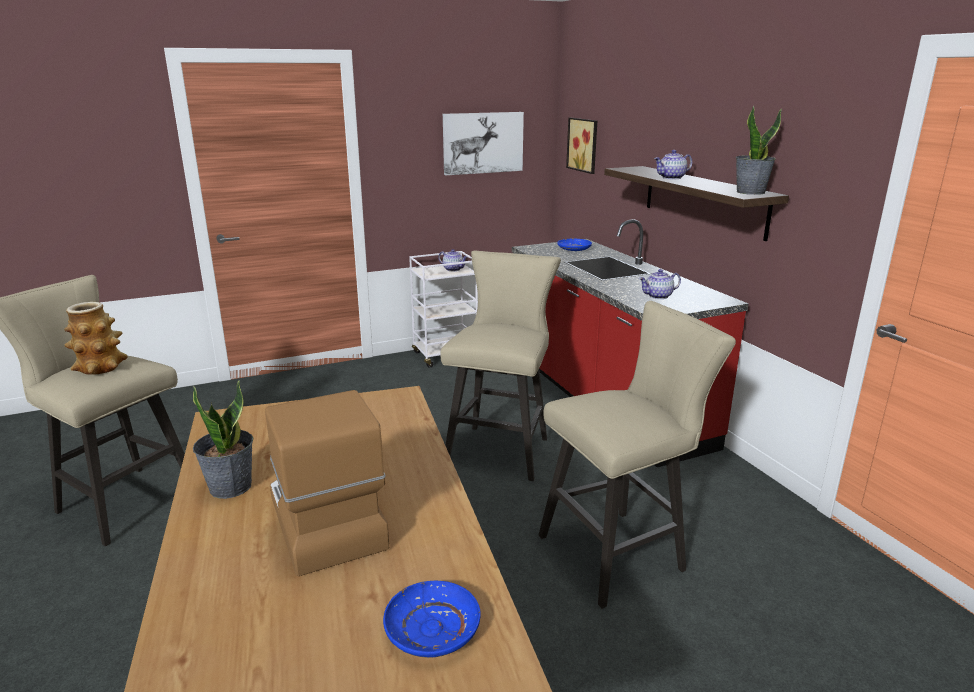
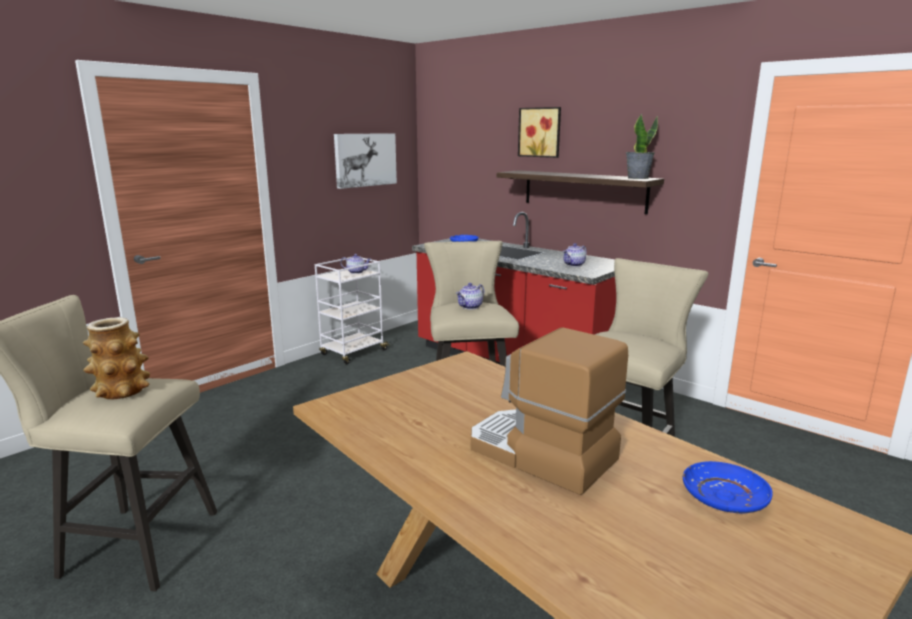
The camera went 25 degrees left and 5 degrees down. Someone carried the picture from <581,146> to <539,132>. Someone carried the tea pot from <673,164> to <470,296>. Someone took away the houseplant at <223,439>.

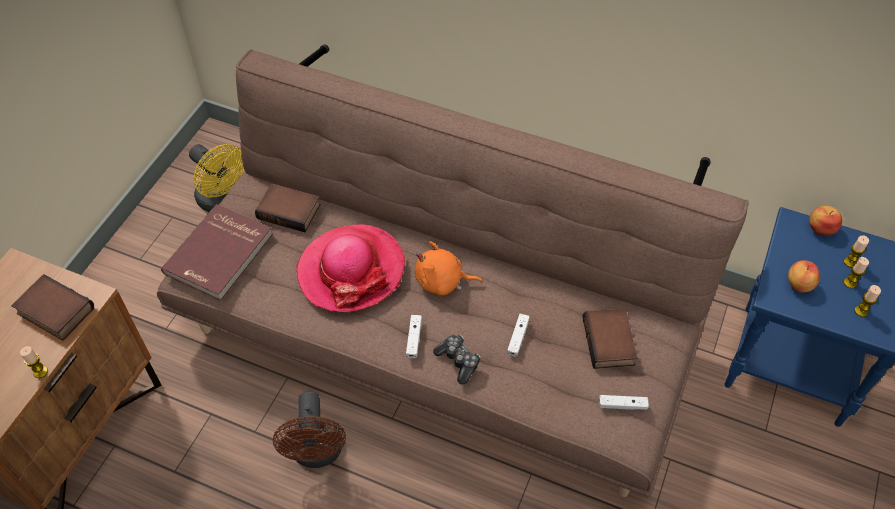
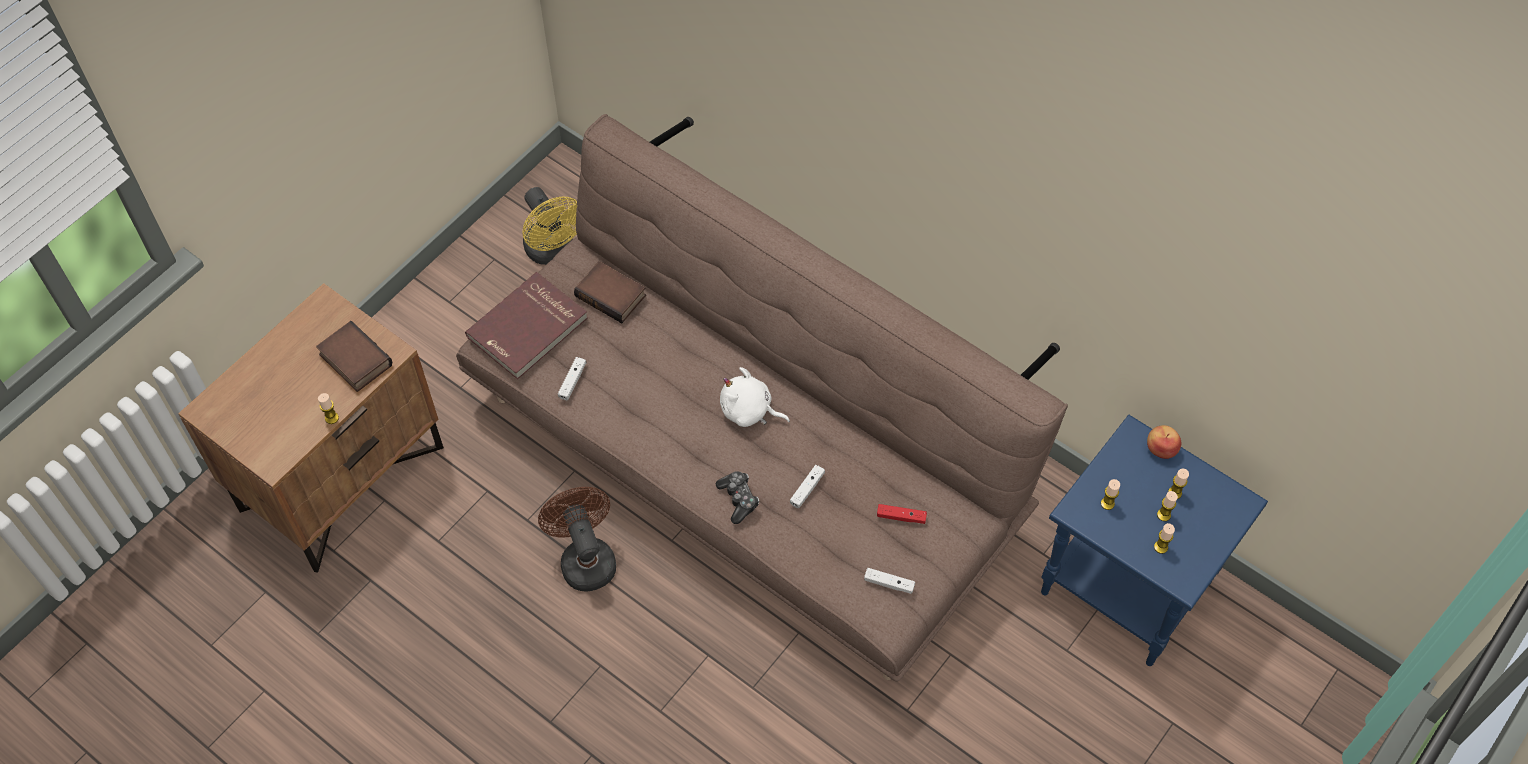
The camera went 15 degrees right and 5 degrees up. Someone took away the wearable hat at <350,268>. Someone repainted the cuddly toy (orangey) at <449,268>, which became the cuddly toy (white) at <755,397>. Someone swapped the apple fruit at <804,276> for the candle at <1110,494>. Someone swapped the book at <609,338> for the joypad (reddish) at <902,514>. Someone carried the joypad (white) from <414,336> to <572,378>. Someone rotated the electric fan (brown) at <309,429> by 150 degrees clockwise.

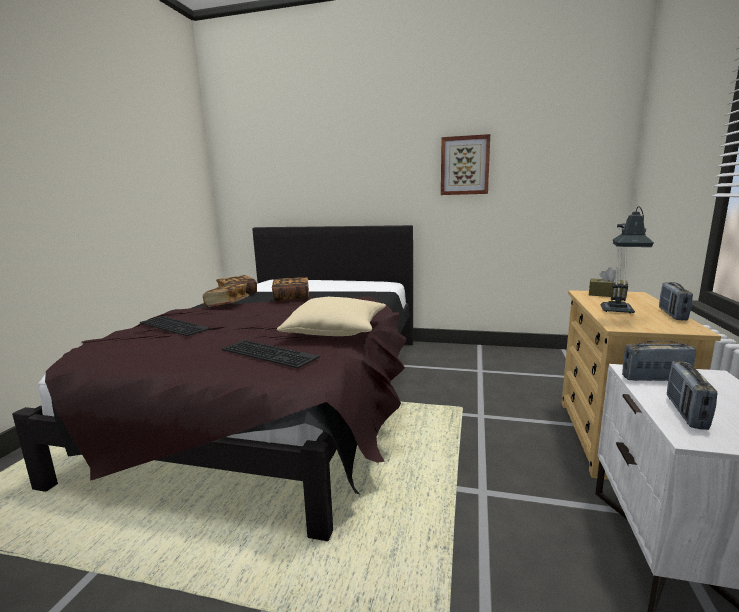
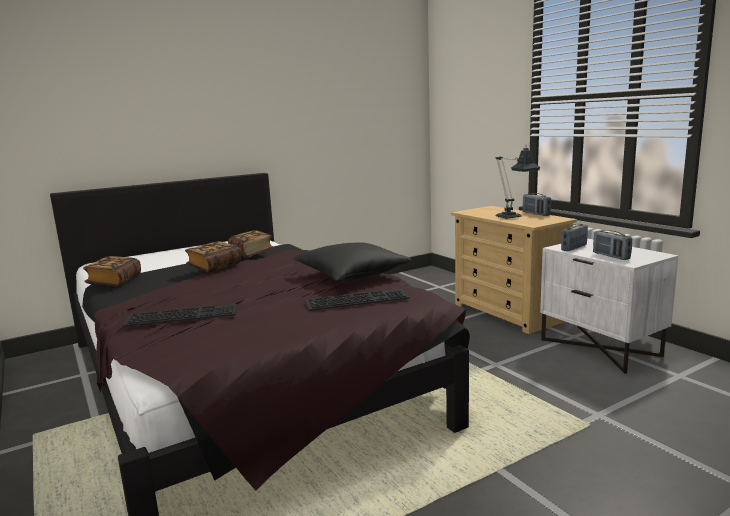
The camera went 45 degrees left and 0 degrees up. Someone took away the picture at <465,164>. Someone took away the tissue box (brown) at <608,282>. Someone carried the book from <226,295> to <251,244>. Someone repainted the pillow (beige-coloured) at <331,316>, which became the pillow (black) at <352,262>.

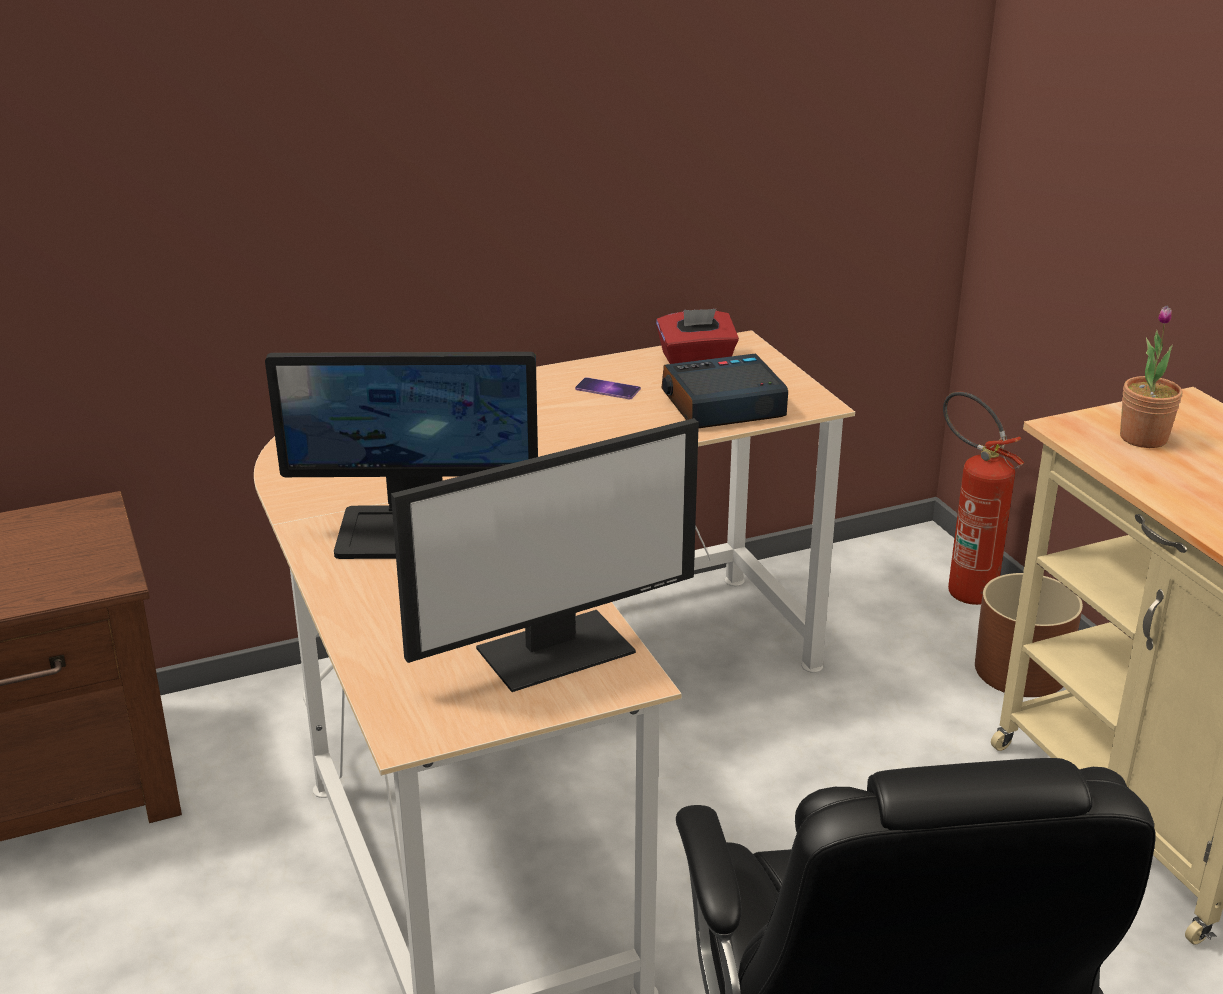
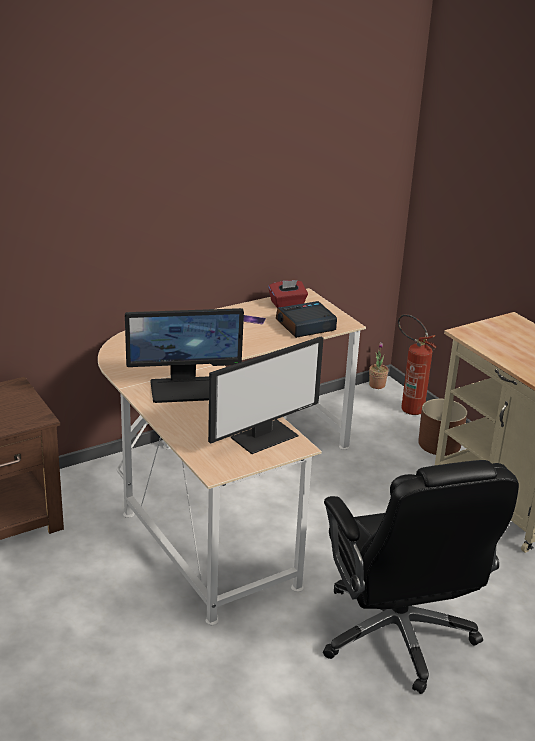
The camera went 10 degrees left and 0 degrees up. Someone carried the houseplant from <1151,377> to <379,365>.

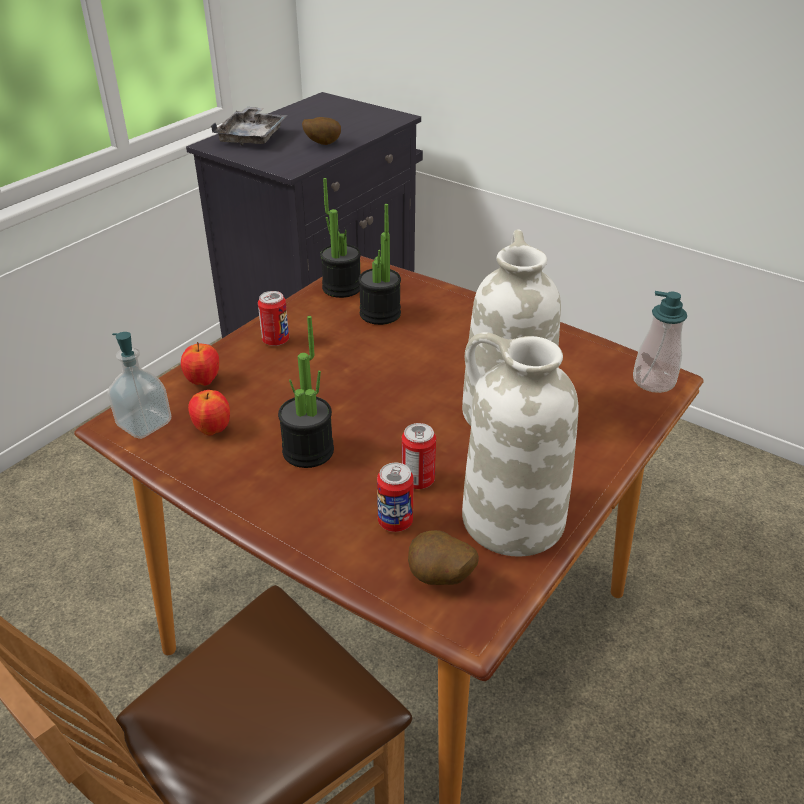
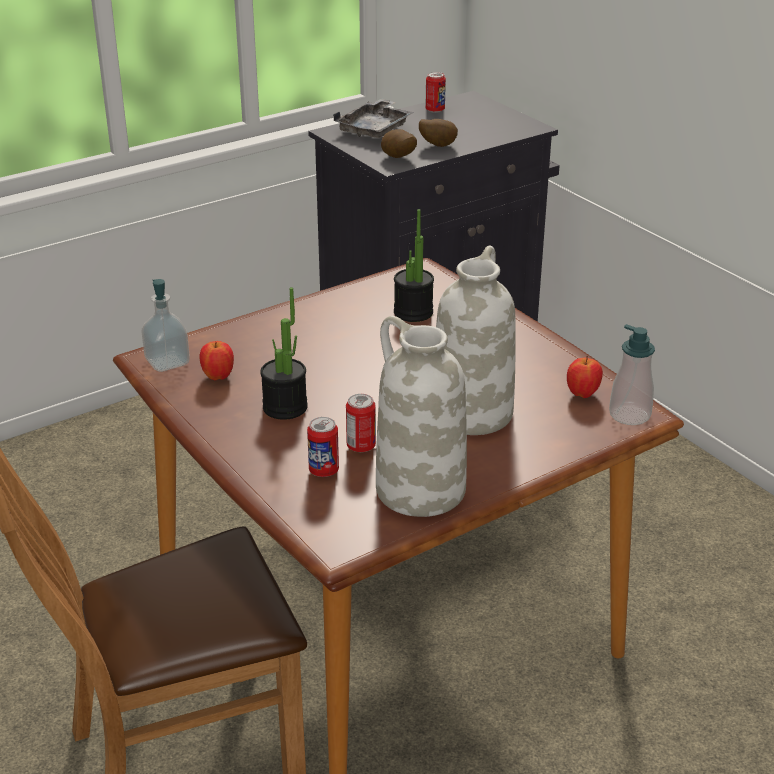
The camera went 20 degrees right and 5 degrees down. Someone took away the houseplant at <340,238>. Someone carried the sealed can from <273,318> to <435,92>. Someone carried the apple fruit from <200,364> to <585,377>. Someone carried the spud from <443,557> to <399,143>.

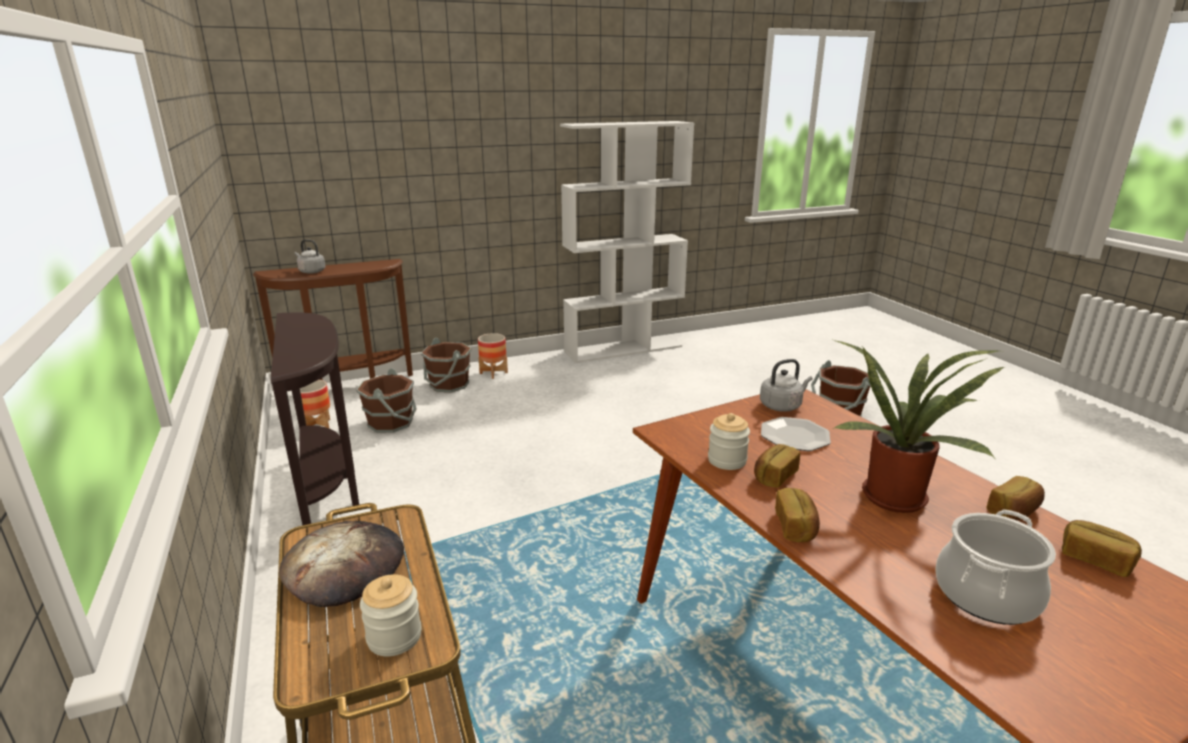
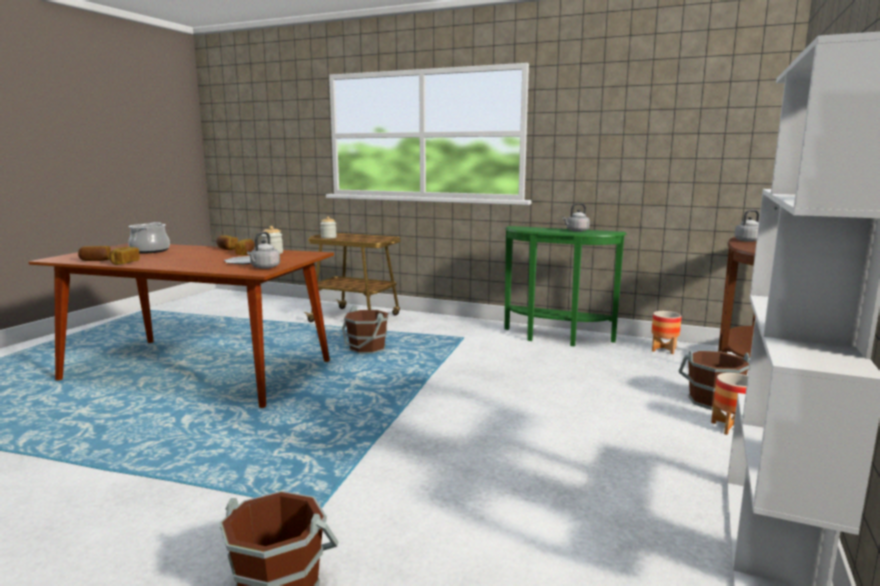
The camera went 135 degrees right and 10 degrees down. Someone repainted the narrow table (brown) at <315,418>, which became the narrow table (green-coloured) at <566,286>. Someone took away the houseplant at <918,426>. Someone carried the bucket (brown) from <386,400> to <365,329>. Someone took away the bakery bread at <341,564>. Someone put down the tea kettle (greyish) at <576,217>.

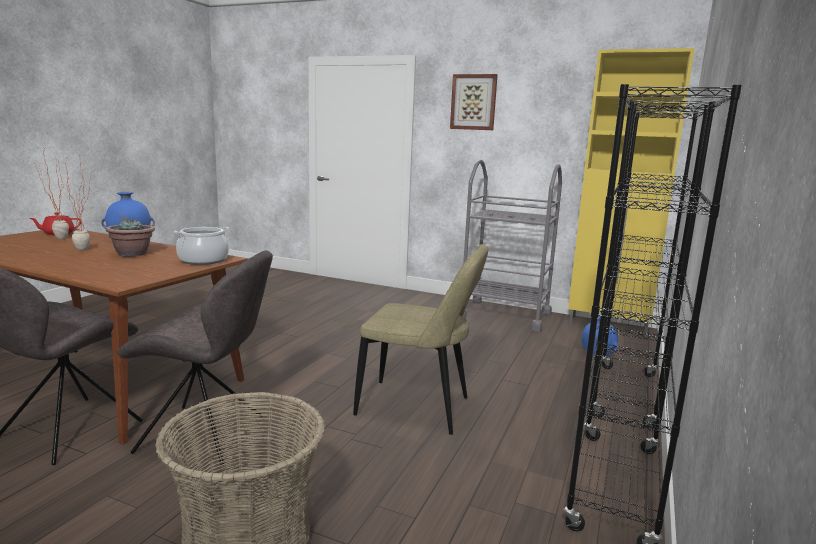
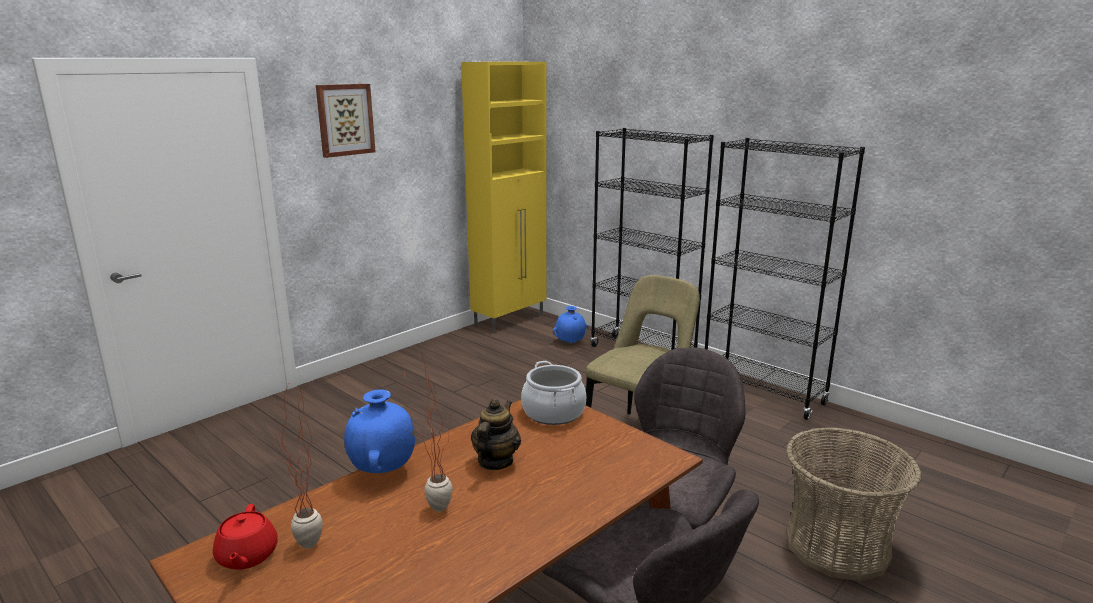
The camera went 70 degrees left and 5 degrees up. Someone took away the trolley (greyish) at <512,245>. Someone swapped the houseplant at <130,237> for the tea pot at <496,434>.

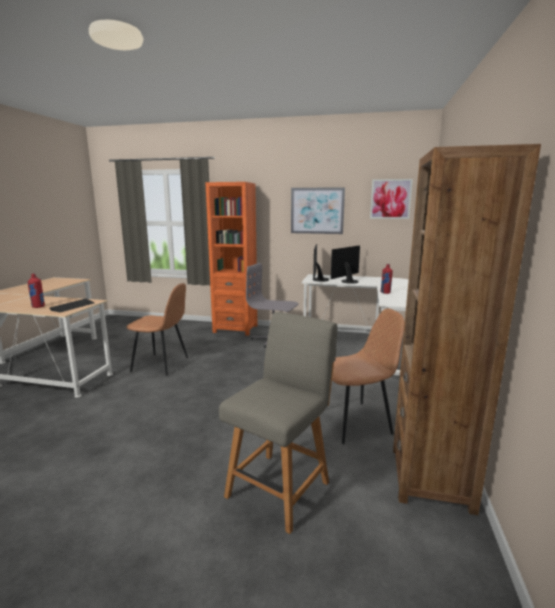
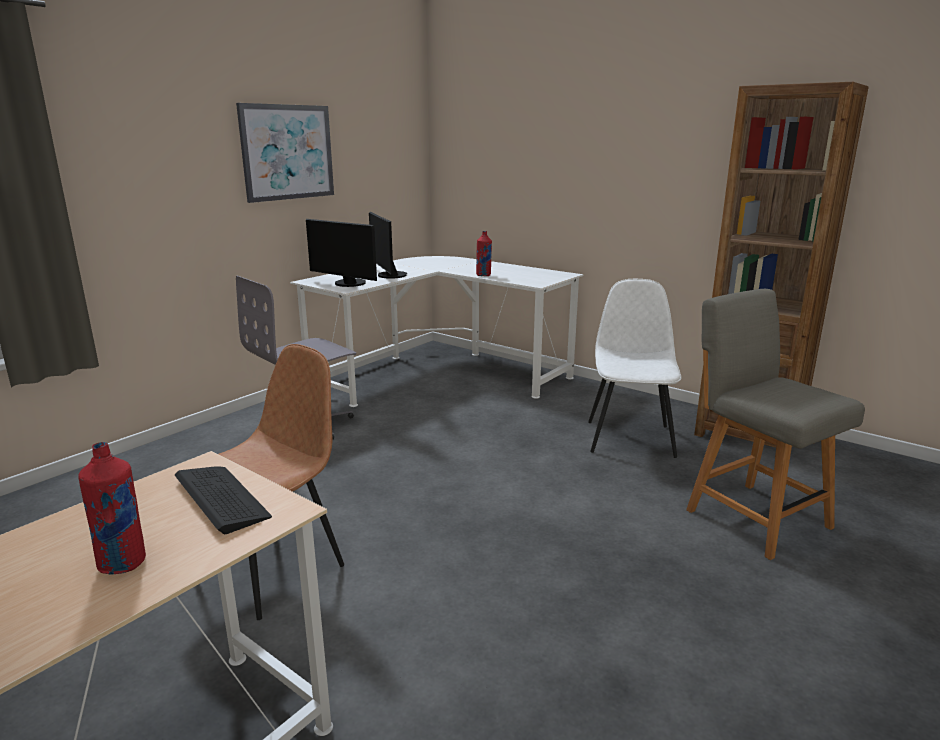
The camera went 65 degrees left and 5 degrees up. Someone took away the picture at <391,199>. Someone took away the bookshelf (orangey) at <231,259>. Someone repainted the plain chair (brown) at <368,376>, which became the plain chair (white) at <634,368>.

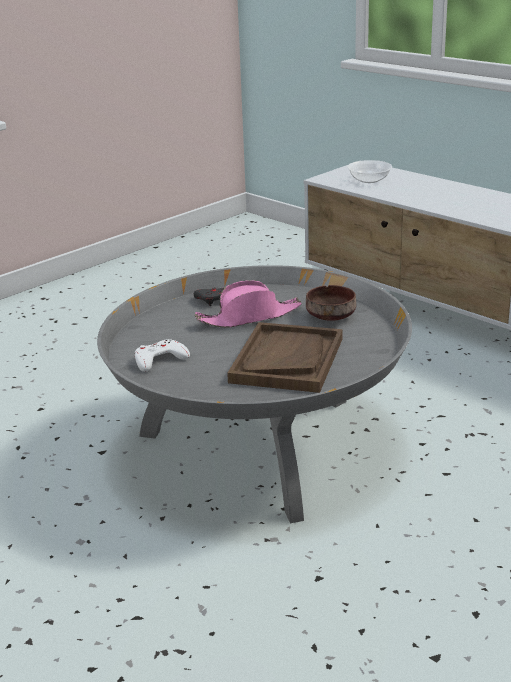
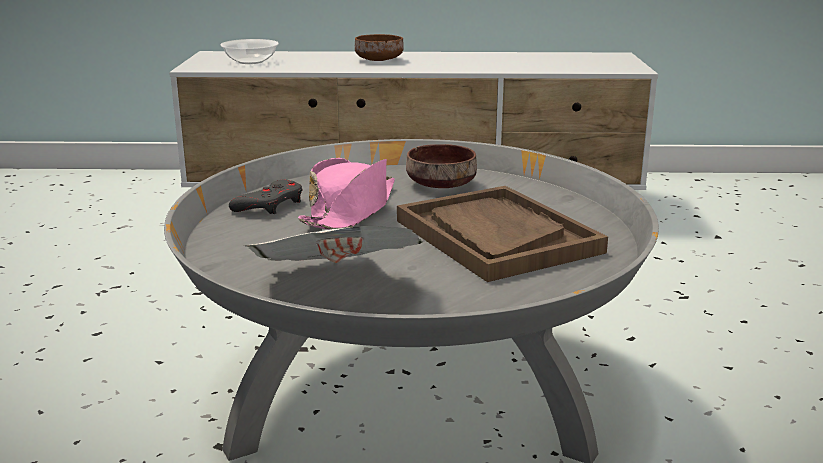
The camera went 45 degrees left and 5 degrees down. Someone swapped the joypad (white) at <162,355> for the printed paper at <333,244>. Someone put down the deep dish (brown) at <379,47>.

